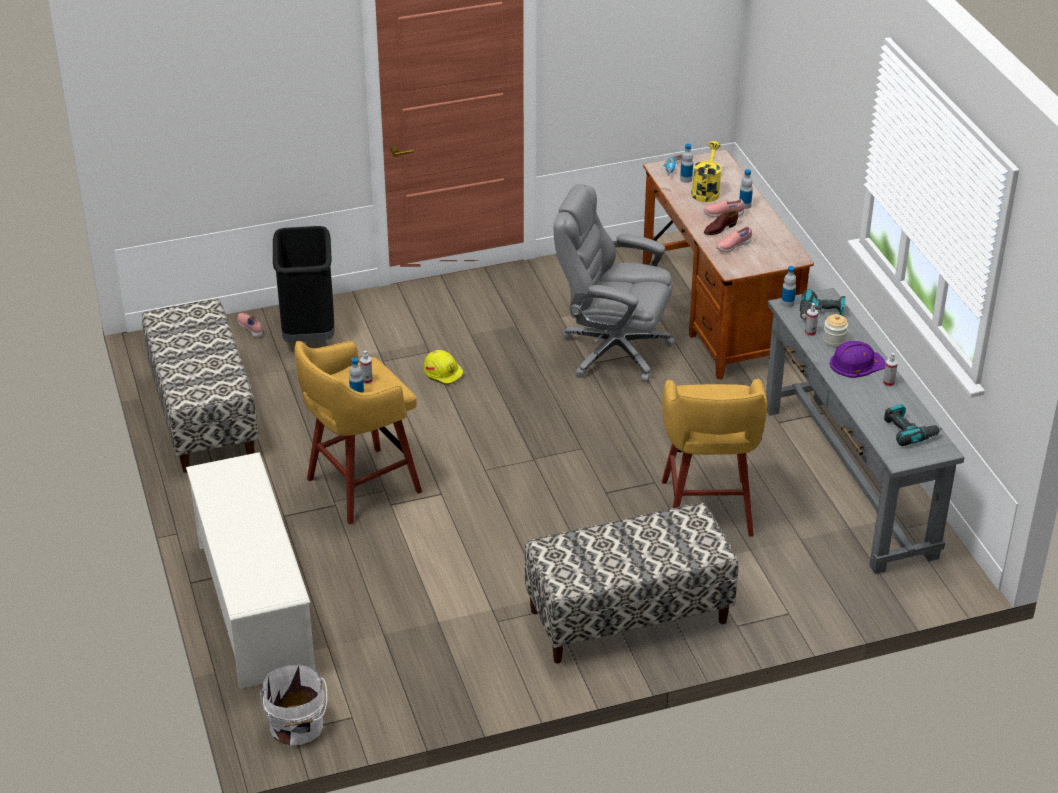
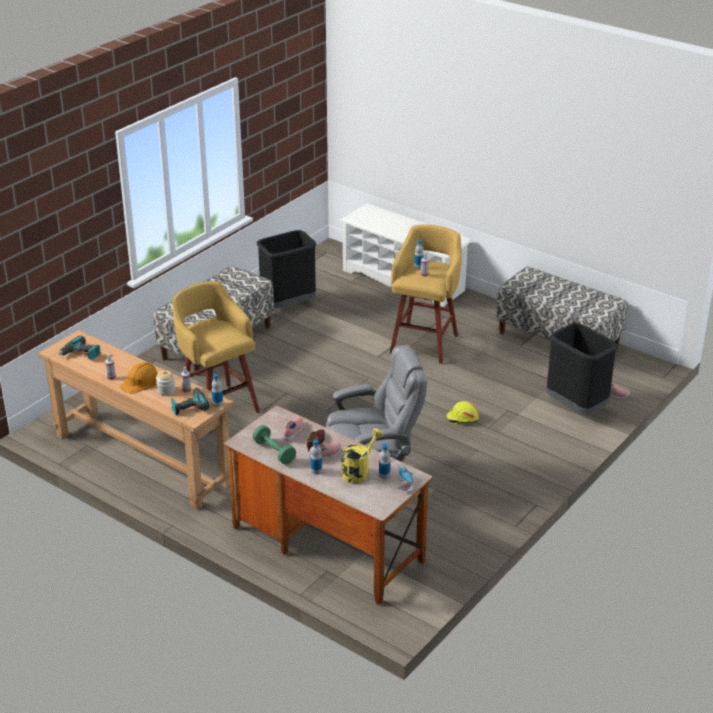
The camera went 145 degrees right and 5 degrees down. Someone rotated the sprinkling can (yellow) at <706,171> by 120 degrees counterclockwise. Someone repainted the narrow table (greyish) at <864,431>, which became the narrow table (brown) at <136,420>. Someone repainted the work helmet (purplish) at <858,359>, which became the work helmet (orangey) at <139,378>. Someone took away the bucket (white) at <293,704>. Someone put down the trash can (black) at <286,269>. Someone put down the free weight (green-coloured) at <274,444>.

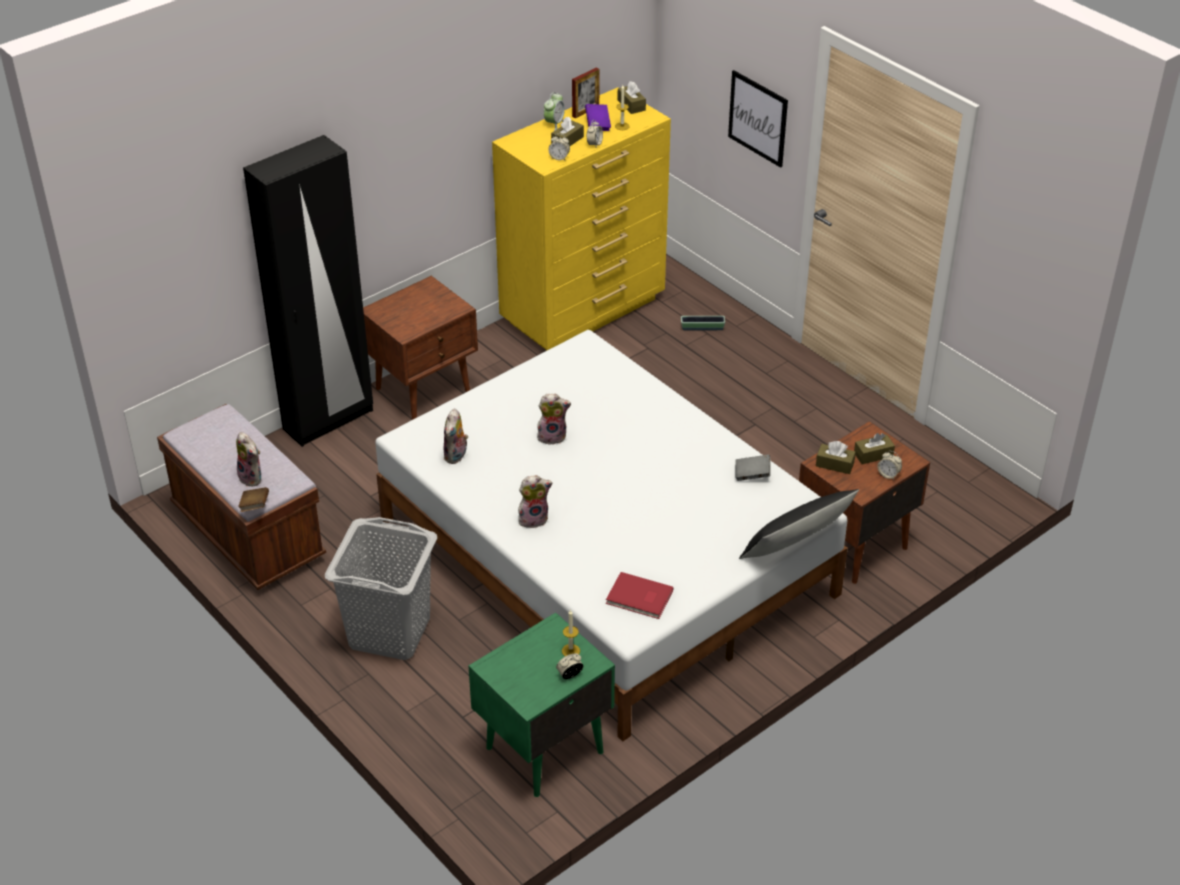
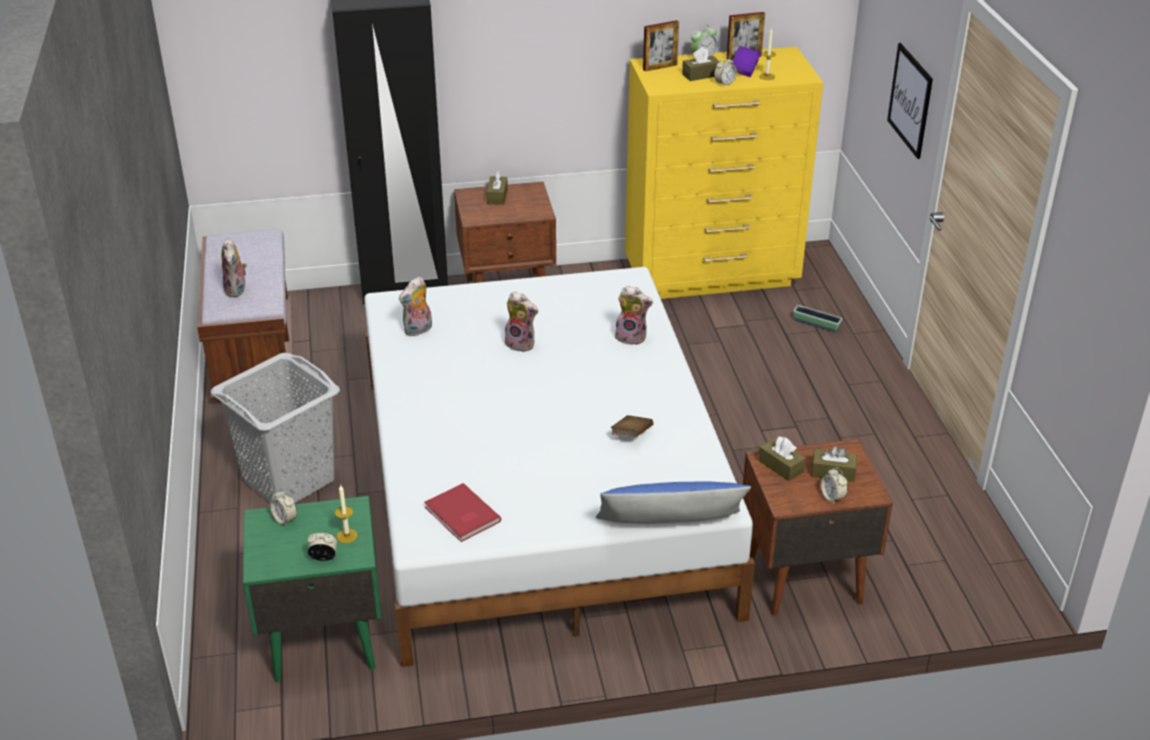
The camera went 30 degrees right and 5 degrees down. Someone carried the tissue box (brown) from <632,97> to <497,188>. Someone carried the bedside clock from <559,147> to <283,508>. Someone took away the book (greyish) at <753,467>. Someone carried the cuddly toy from <535,501> to <634,315>. Someone carried the book (brown) from <253,499> to <632,426>. Someone repainted the pillow (black) at <799,524>, which became the pillow (bluish) at <673,502>. Someone put down the standing frame at <661,45>.

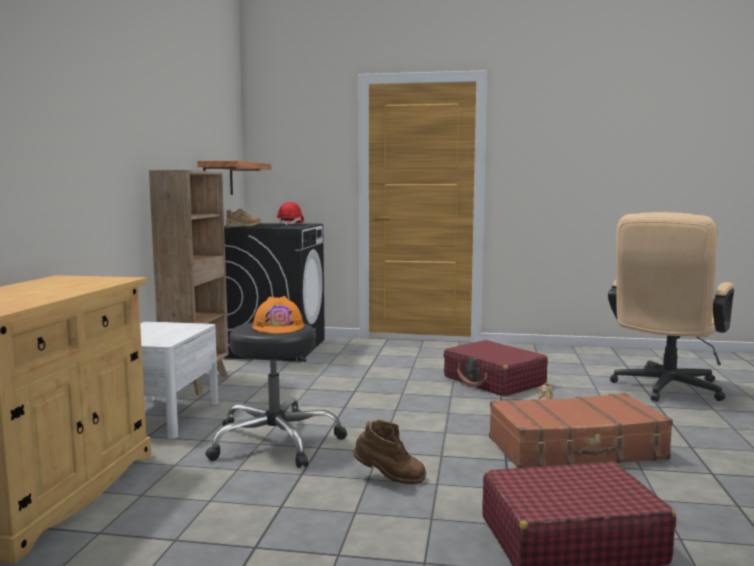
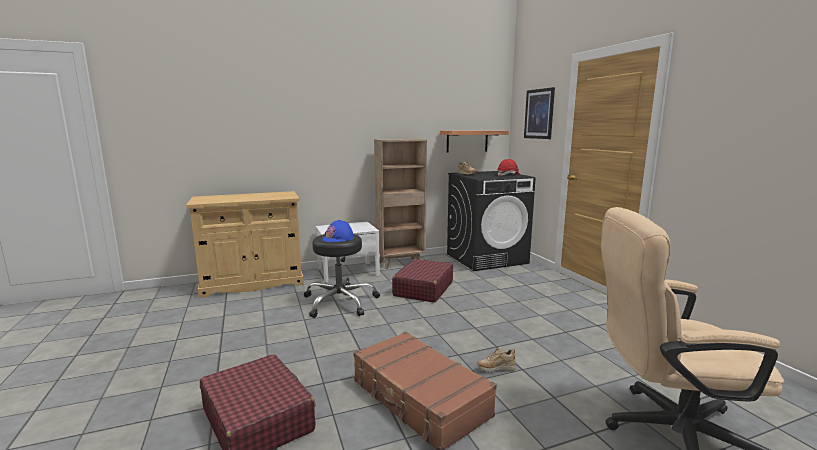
The camera went 60 degrees right and 5 degrees up. Someone repainted the work helmet (orangey) at <278,314>, which became the work helmet (bluish) at <338,231>. Someone carried the travel case (reddish) from <496,368> to <422,281>. Someone took away the high-top boot (brown) at <389,452>. Someone put up the picture at <539,113>.

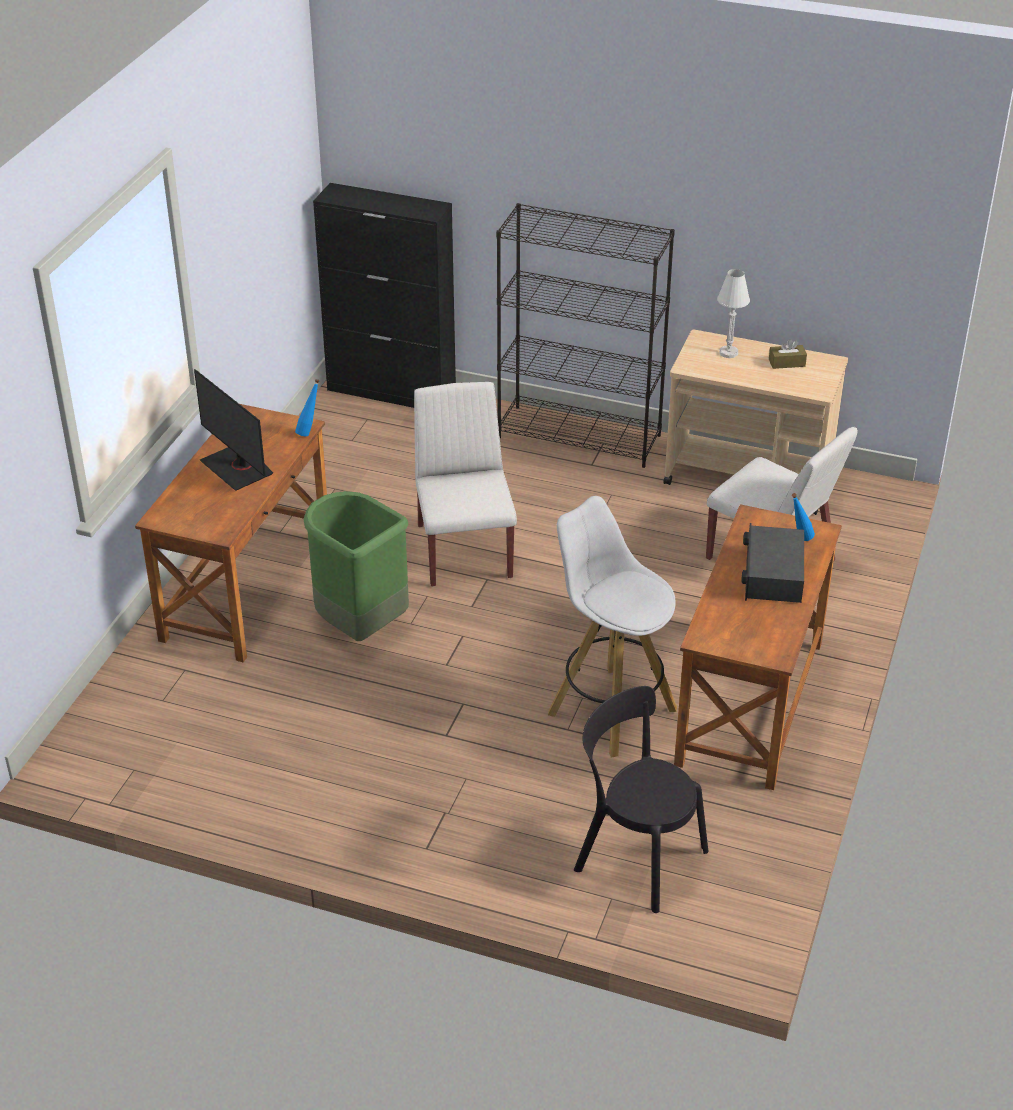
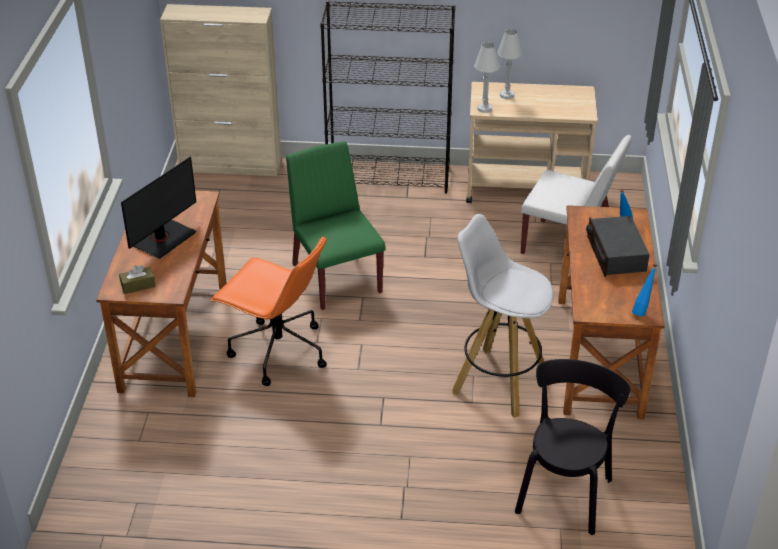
The camera went 15 degrees left and 0 degrees up. Someone repainted the storage cabinet (black) at <384,295>, which became the storage cabinet (beige-coloured) at <220,90>. Someone carried the tissue box (brown) from <788,354> to <137,279>. Someone rotated the computer screen at <233,430> by 90 degrees counterclockwise. Someone carried the beverage bottle (bluish) from <307,407> to <644,290>. Someone repainted the plain chair (white) at <465,484>, which became the plain chair (green-coloured) at <335,225>. Someone swapped the trash can (green-coloured) at <356,566> for the computer chair (orangey) at <269,311>. Someone rotated the plain chair (black) at <641,799> by 90 degrees clockwise. Someone put down the lamp for a table (white) at <487,77>.

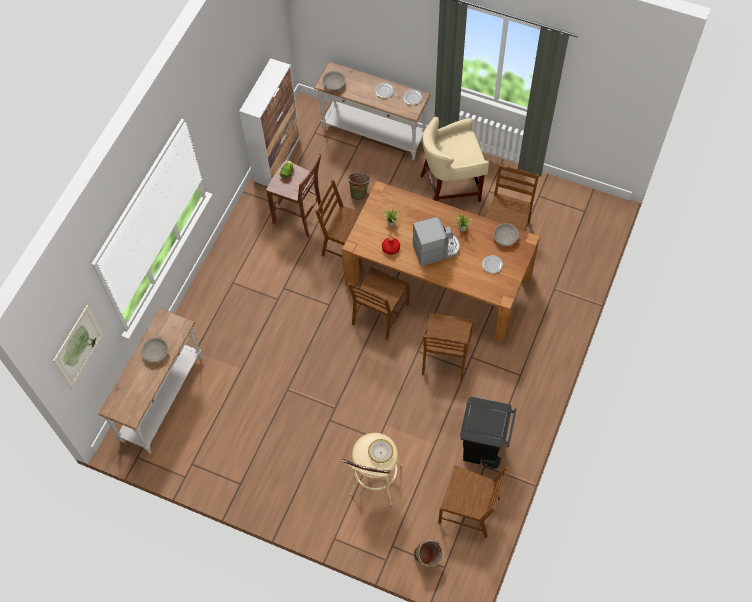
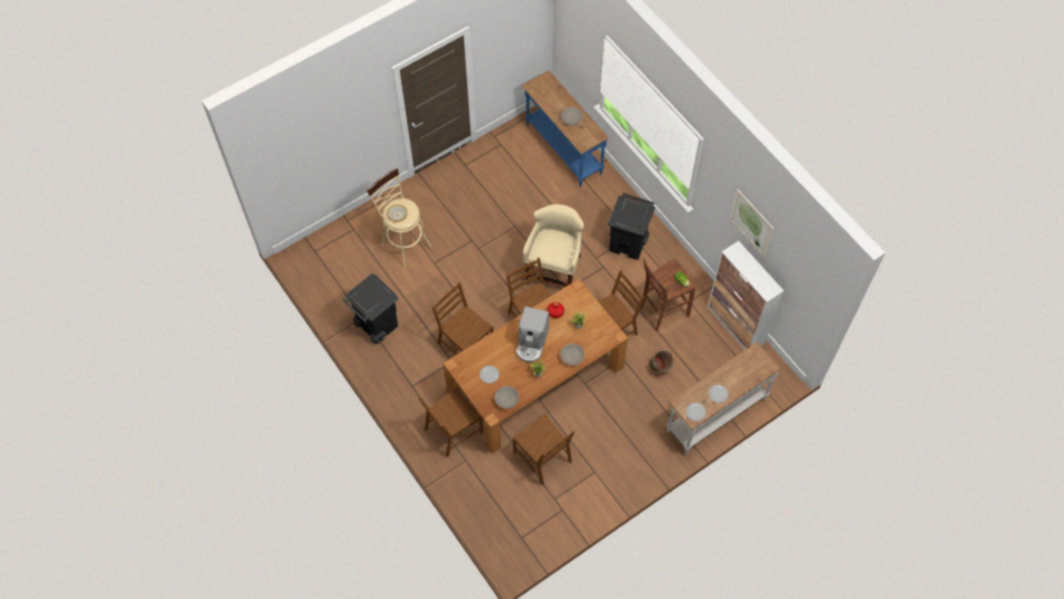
The camera went 120 degrees right and 0 degrees up. Someone carried the deep dish (greyish) from <334,81> to <572,354>. Someone carried the sitting stool (beige-coloured) from <455,159> to <553,245>. Someone carried the picture from <78,346> to <751,223>. Someone repainted the narrow table (white) at <150,381>, which became the narrow table (bluish) at <565,128>. Someone carried the plain chair (brown) from <473,501> to <450,422>. Someone took away the bucket (green-coloured) at <428,553>. Someone put down the trash can (black) at <631,226>.

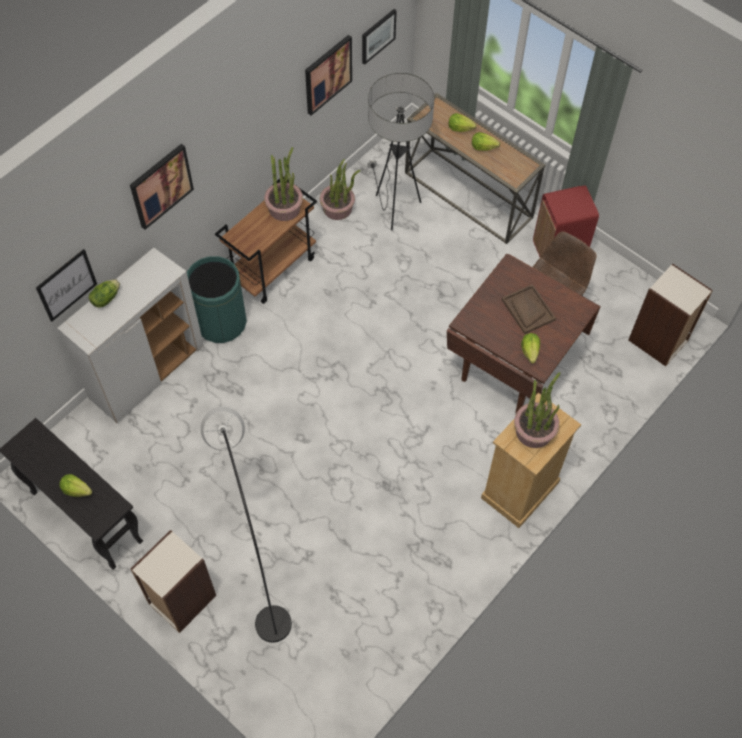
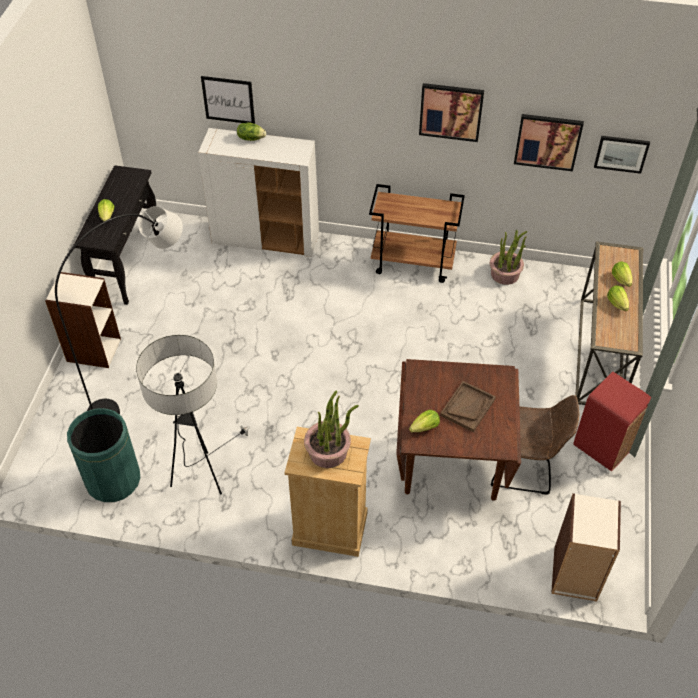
The camera went 60 degrees right and 10 degrees down. Someone carried the floor lamp from <401,151> to <193,414>. Someone carried the picture from <162,187> to <451,112>. Someone took away the houseplant at <283,184>. Someone carried the trash can (green-coloured) from <217,299> to <103,455>.

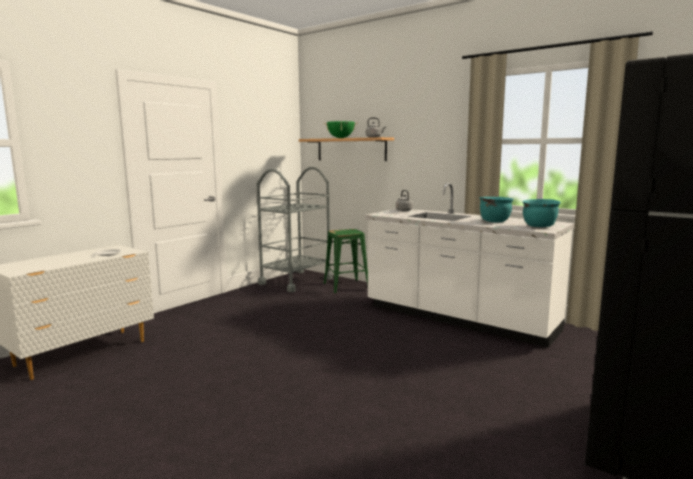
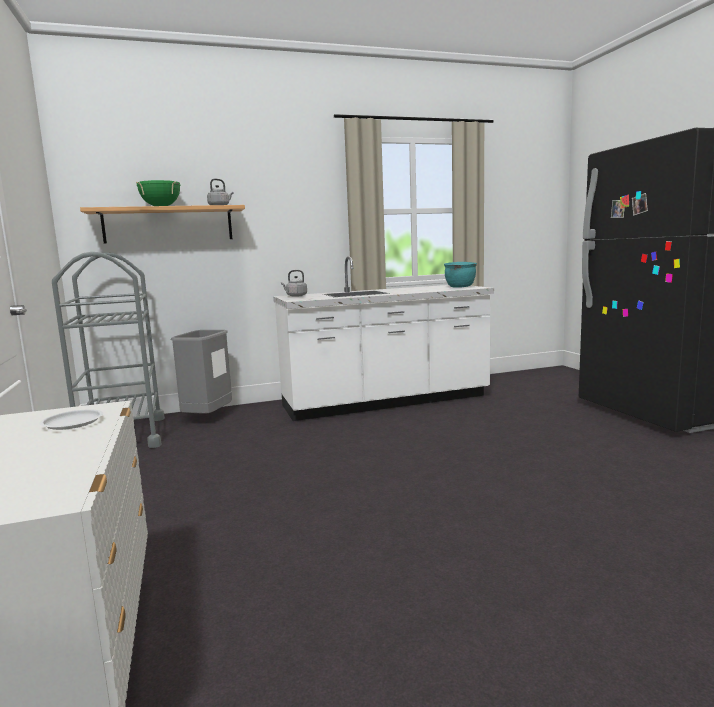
The camera went 55 degrees left and 0 degrees up. Someone took away the stockpot (turquoise) at <497,209>. Someone swapped the sitting stool (green-coloured) at <346,261> for the trash can (greyish) at <201,372>.

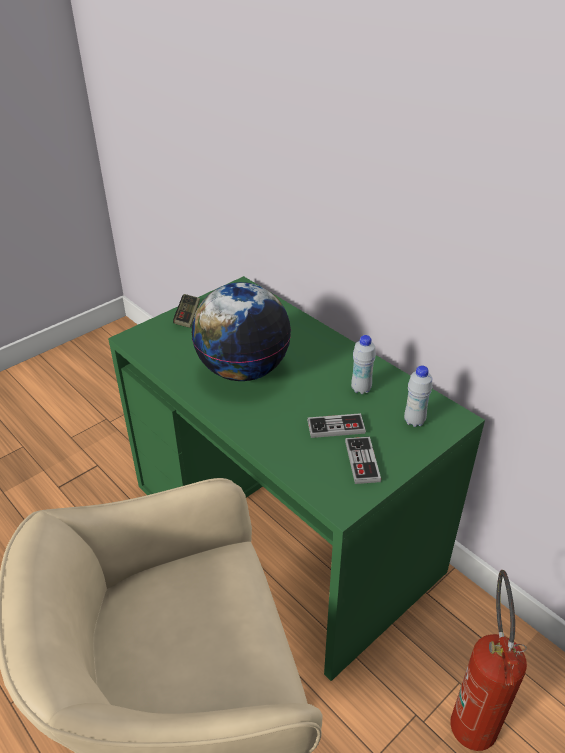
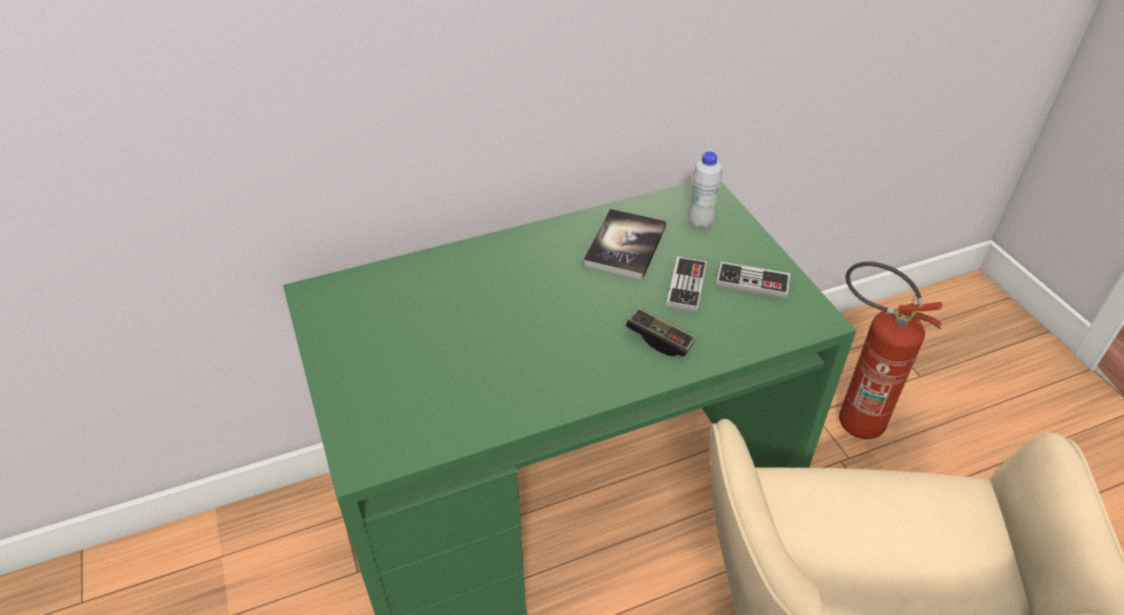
The camera went 70 degrees left and 5 degrees up. Someone took away the world globe at <241,331>. Someone carried the joypad from <186,311> to <661,331>. Someone swapped the beverage bottle (white) at <363,364> for the book at <625,244>.

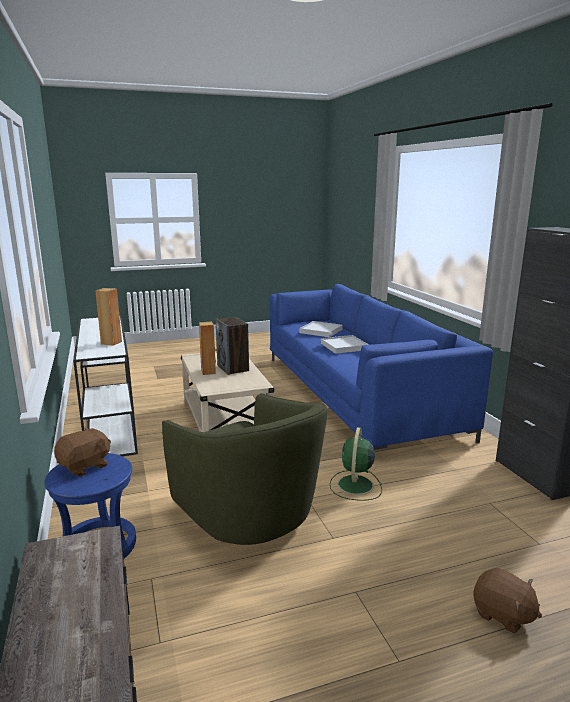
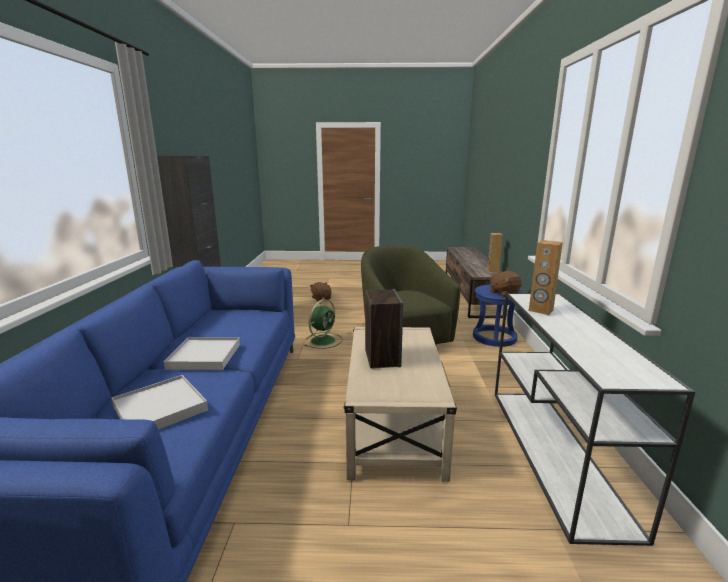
The camera went 160 degrees left and 0 degrees up. Someone carried the speaker (brown) from <207,348> to <495,252>.

